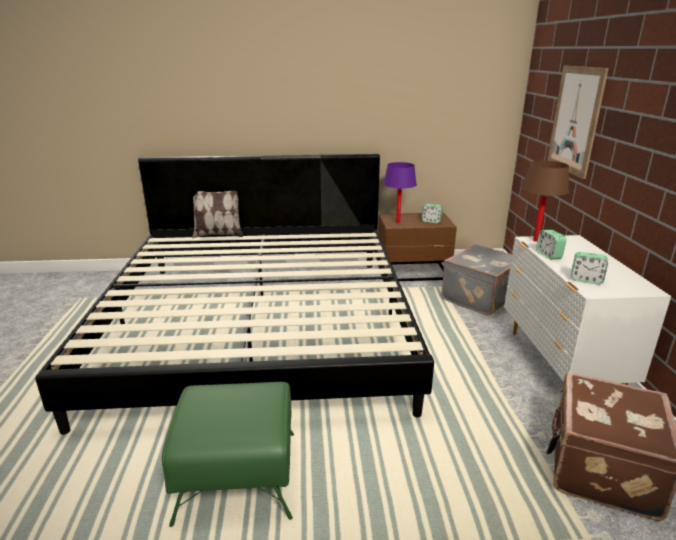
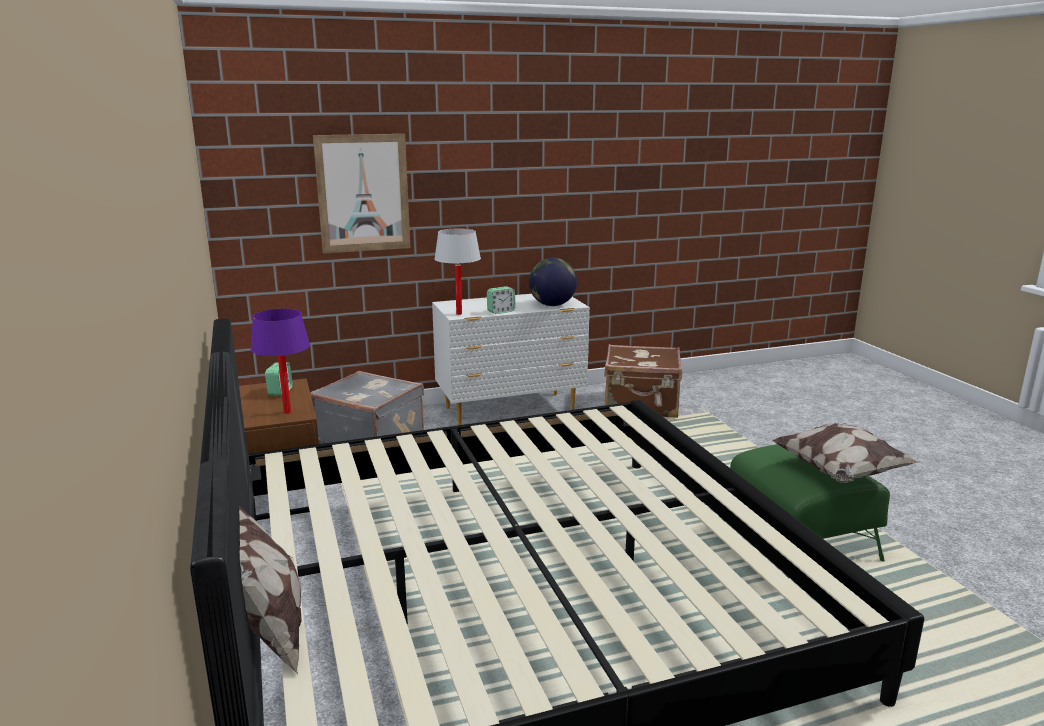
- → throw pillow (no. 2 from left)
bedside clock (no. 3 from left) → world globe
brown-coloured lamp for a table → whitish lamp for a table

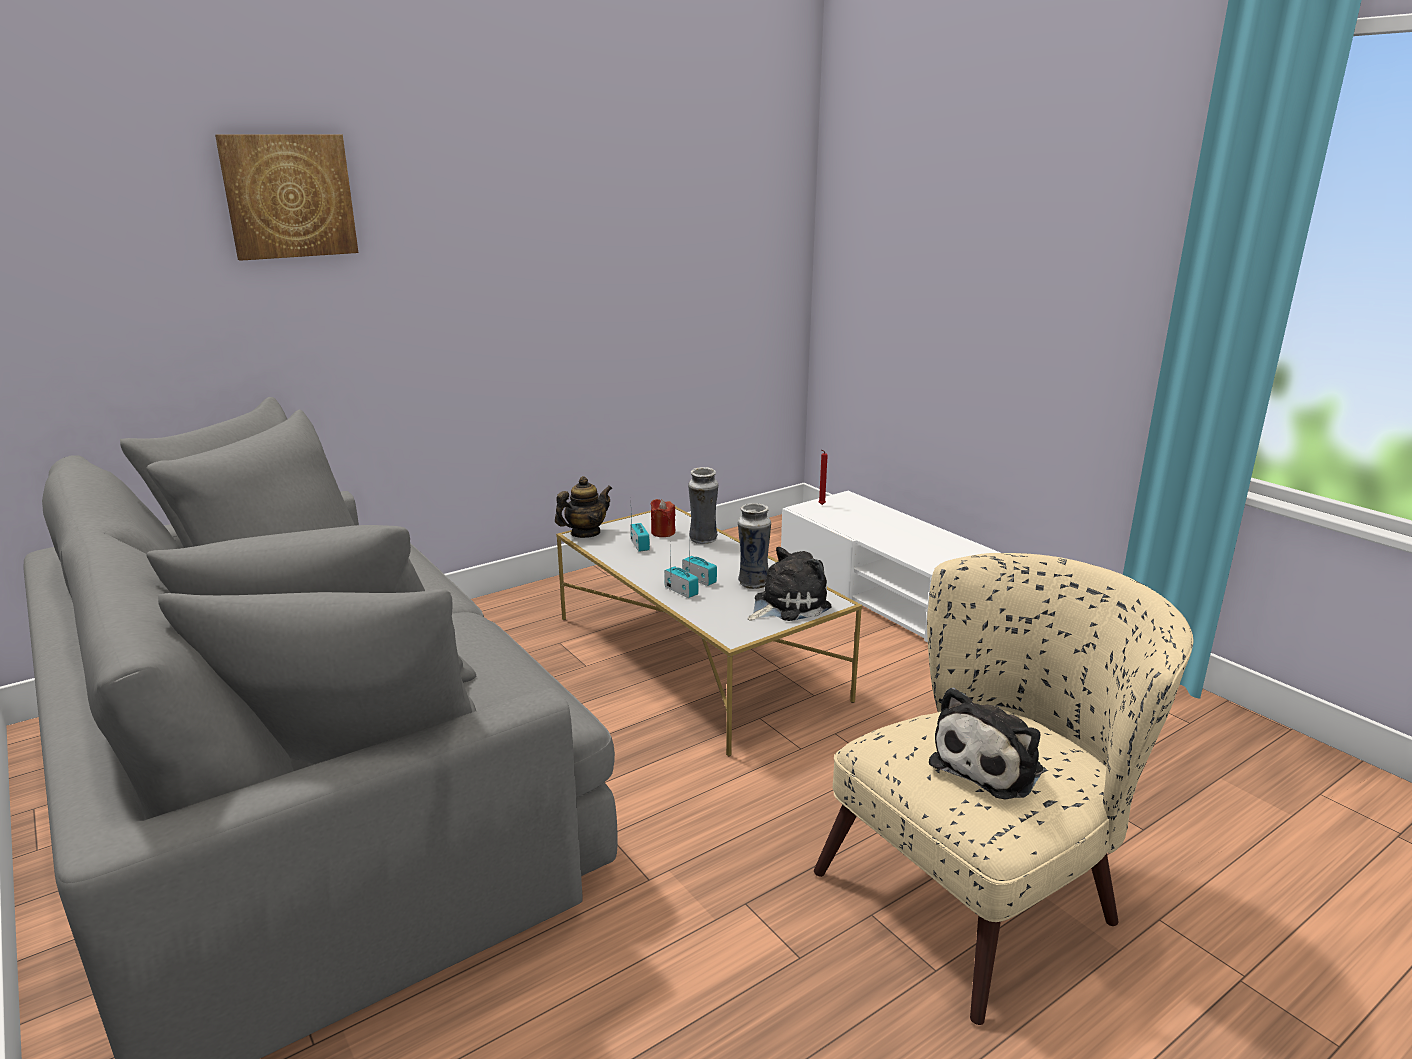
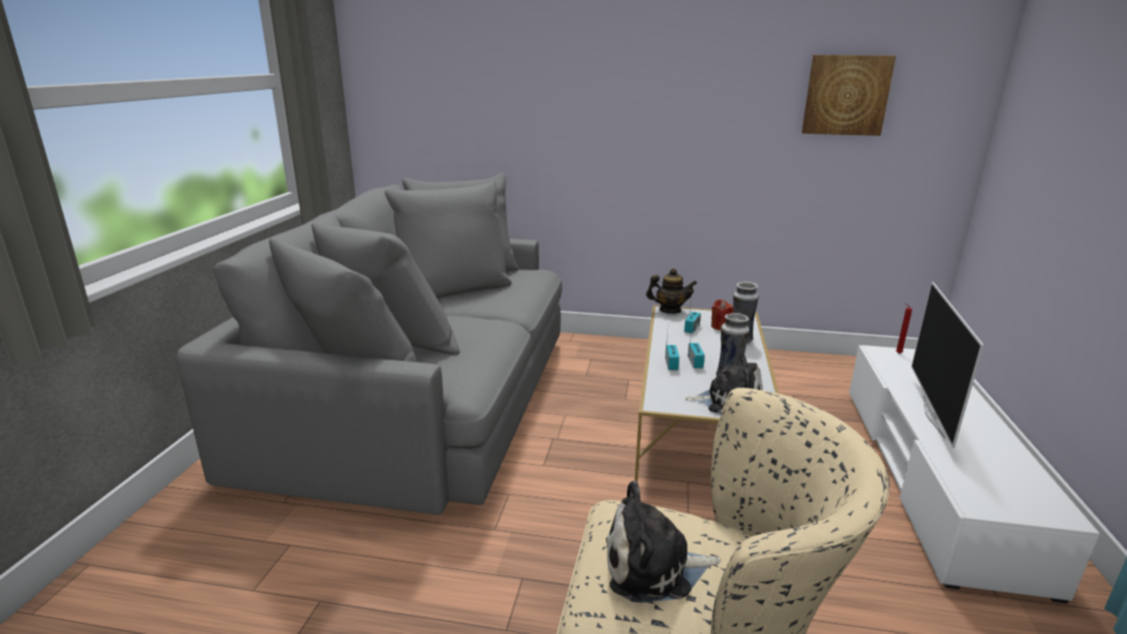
- → television
picture, shifted

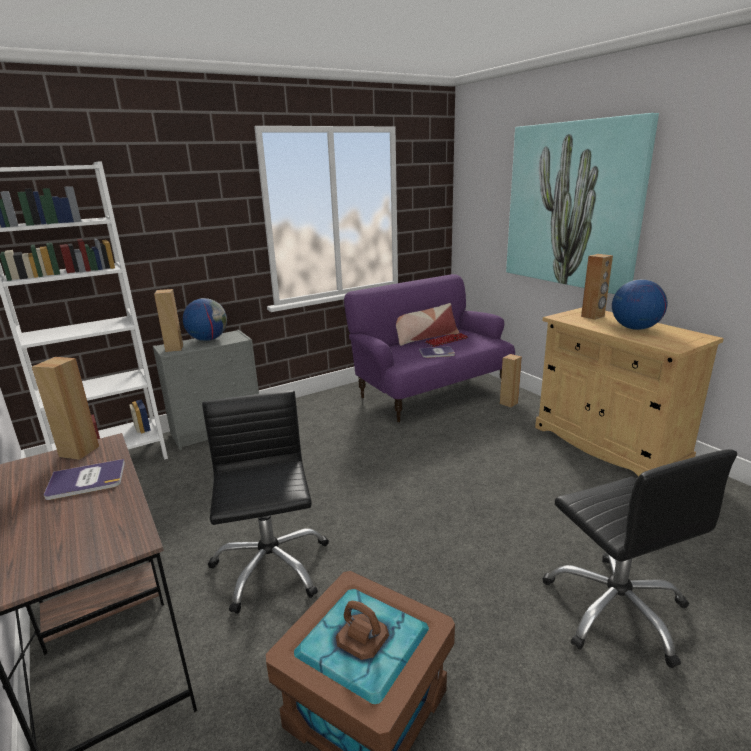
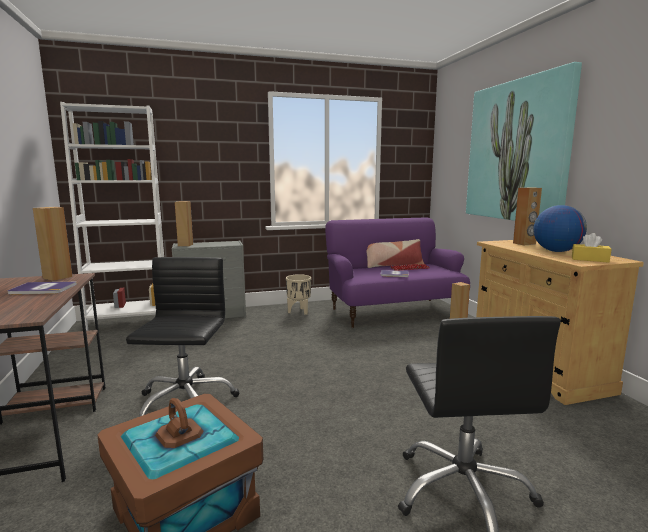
world globe (no. 1 from left) → -
- → sand-coloured flower pot
- → yellow-coloured tissue holder

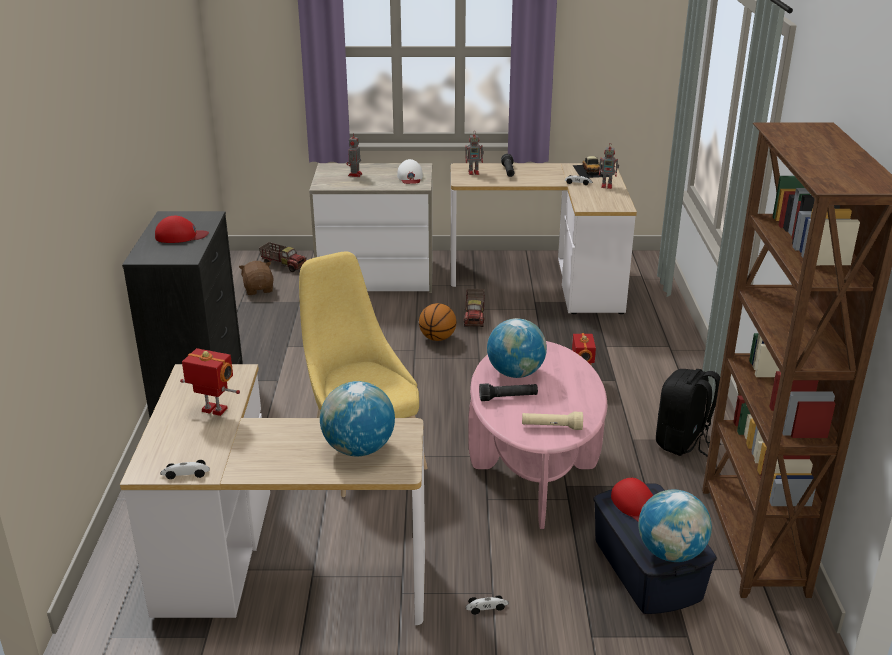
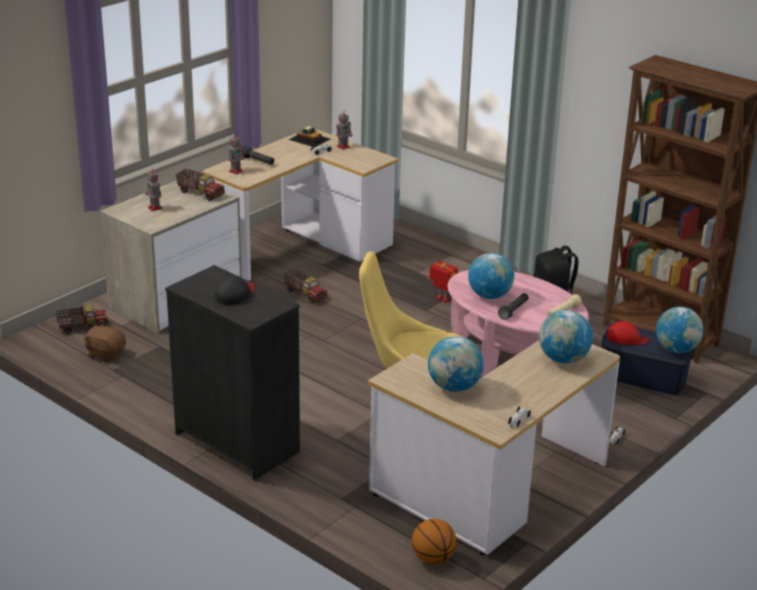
basketball ball, shifted
model robot (no. 1 from left) → world globe (no. 1 from left)
whitish peaked cap → model truck (no. 2 from left)
red-coloured peaked cap (no. 1 from left) → black peaked cap

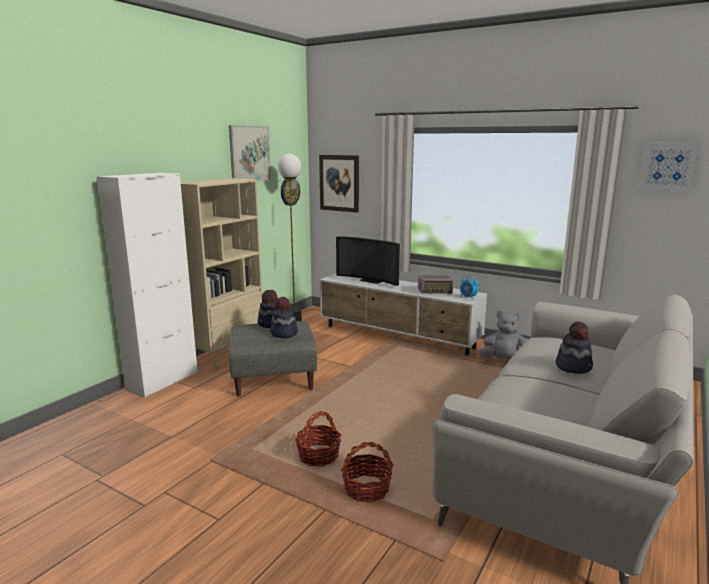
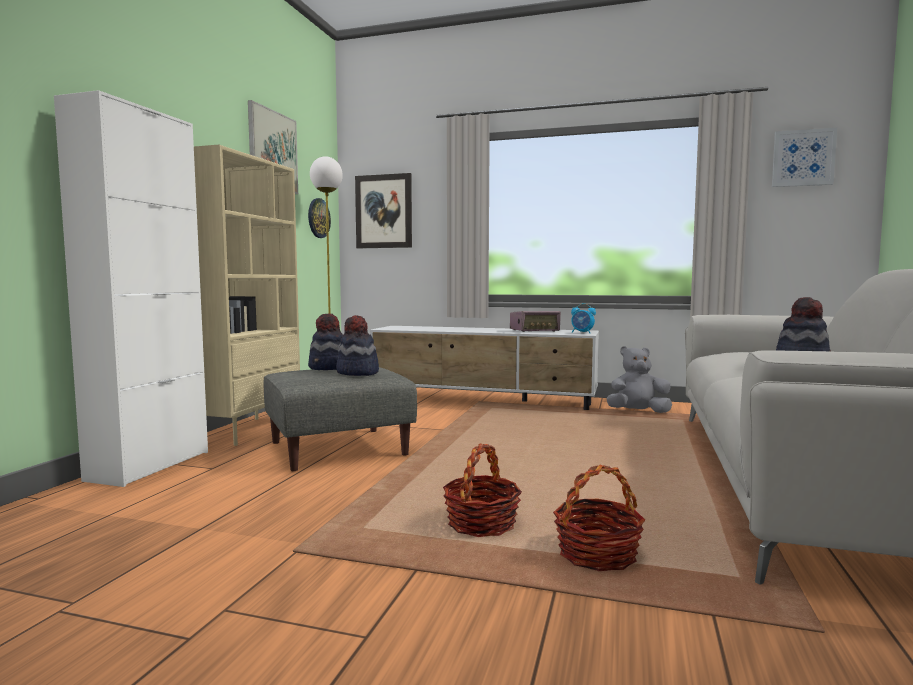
television → -

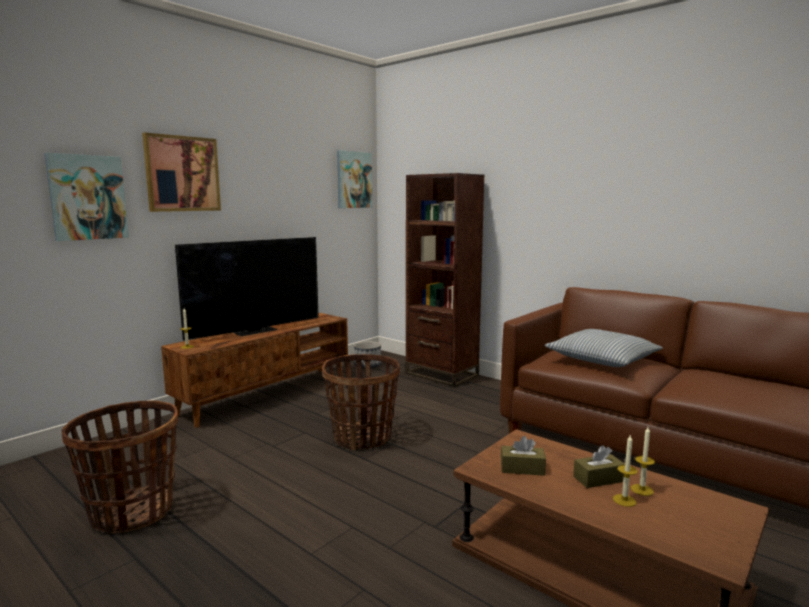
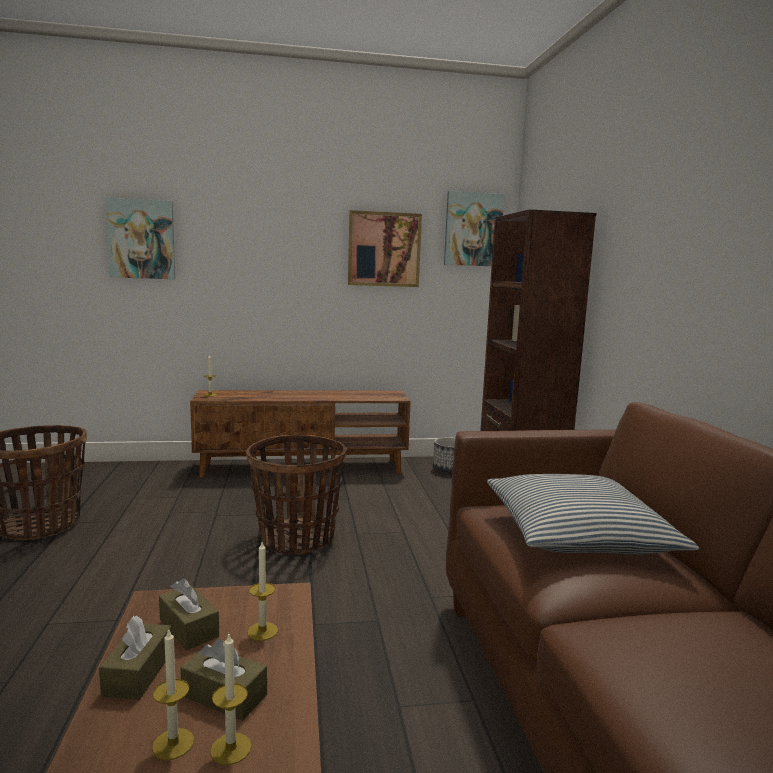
television → -
- → brown-coloured tissue holder (no. 1 from left)
- → candle (no. 4 from left)
picture (no. 2 from left), shifted

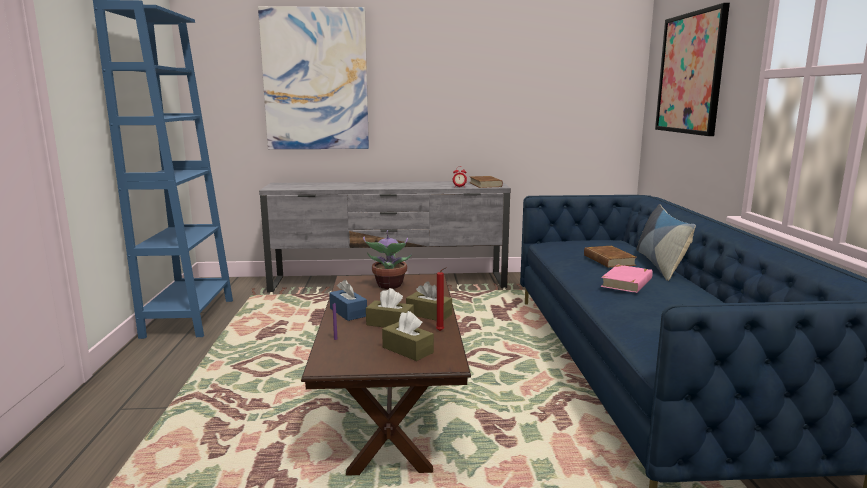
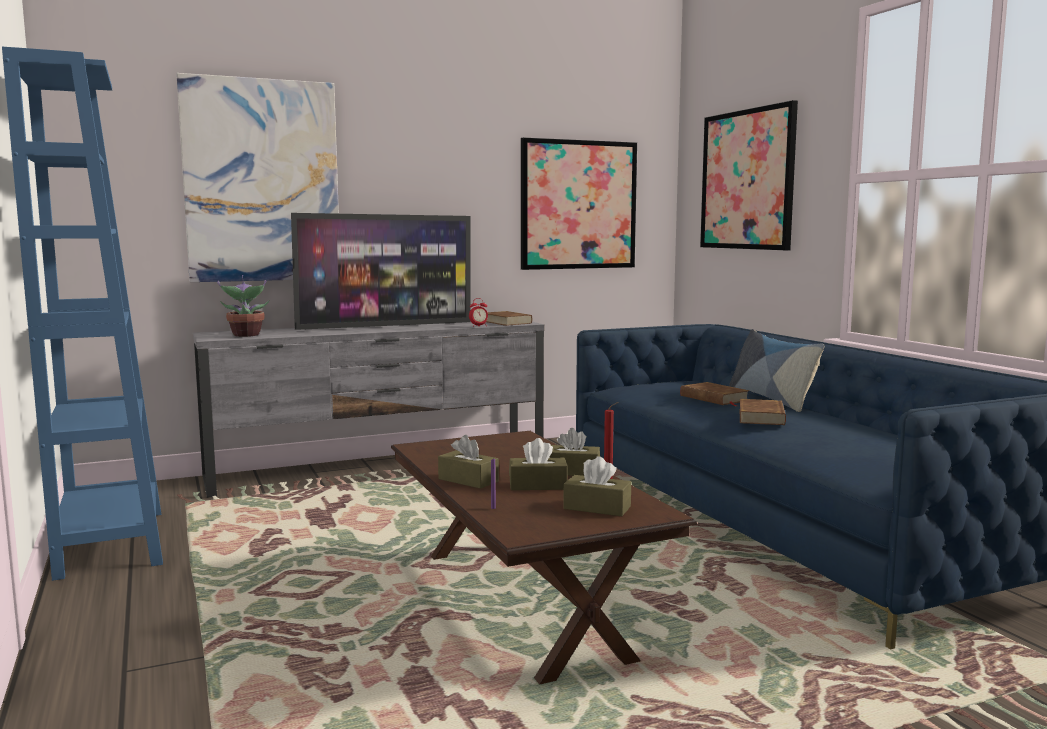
- → television
- → picture (no. 2 from left)
potted plant, shifted
blue tissue holder → brown-coloured tissue holder (no. 1 from left)
pinkish bound book → brown-coloured bound book (no. 3 from left)

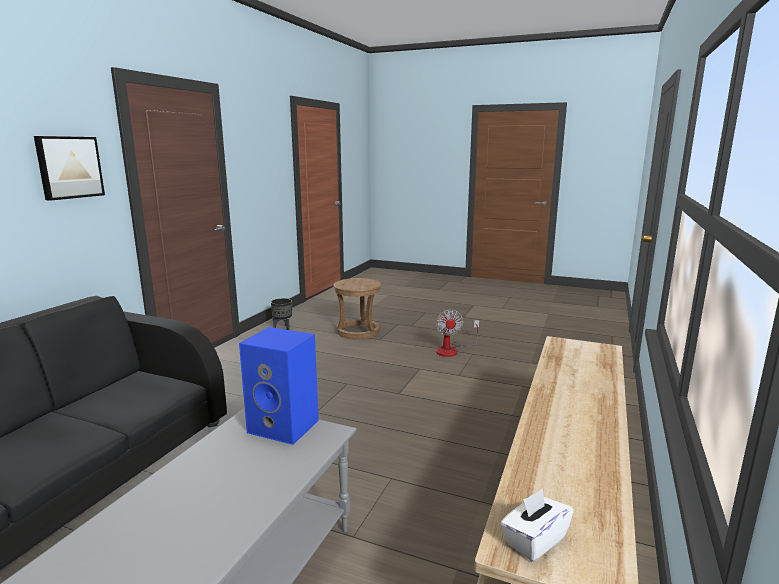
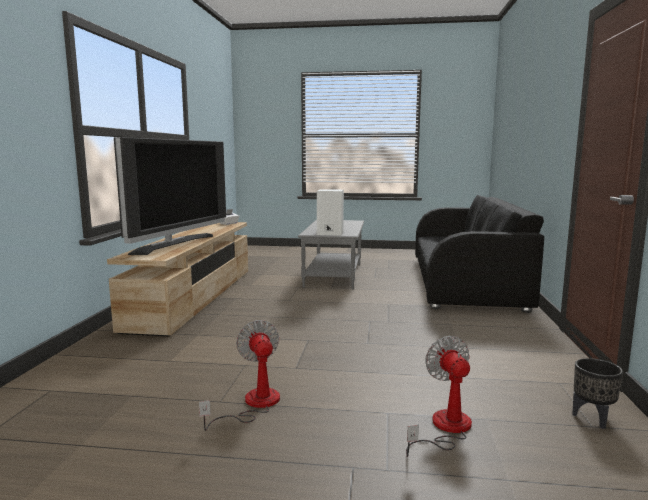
picture → -
- → television
brown-coloured stool seat → electric fan (no. 2 from left)
blue audio speaker → whitish audio speaker

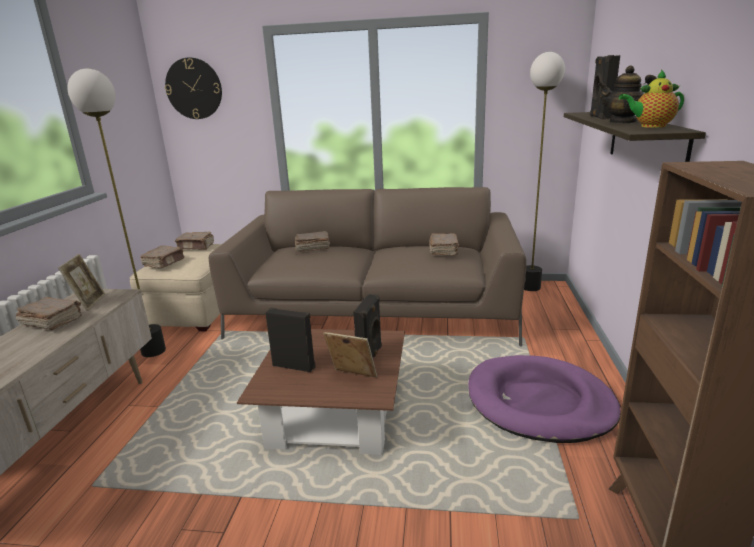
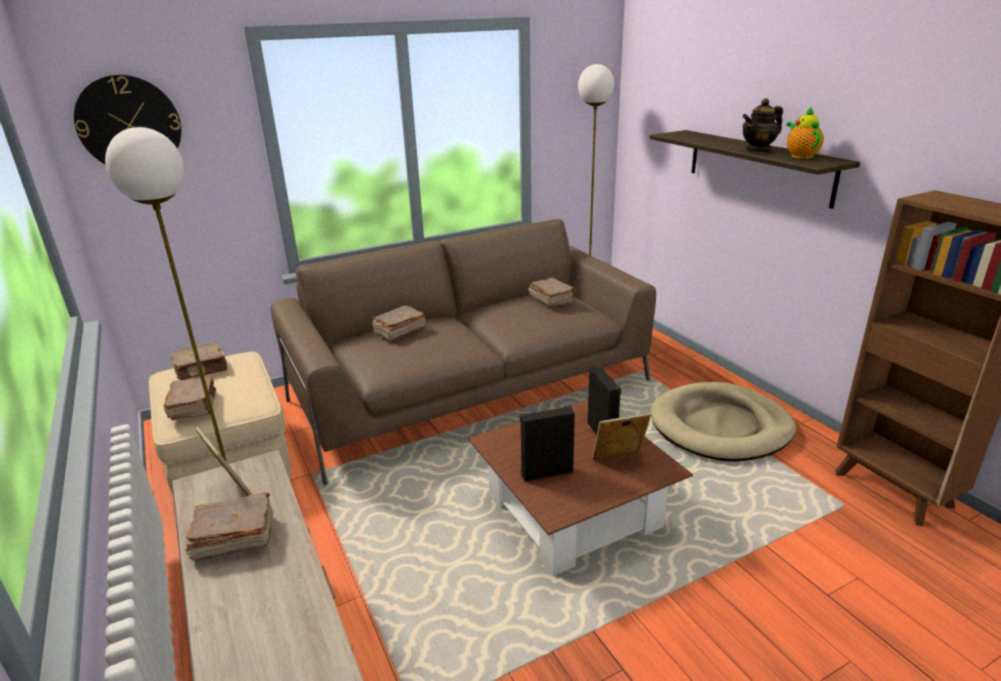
black audio speaker (no. 3 from left) → -
purple-coloured pet bed → sand-coloured pet bed
pot for tea (no. 2 from left), 120 degrees clockwise

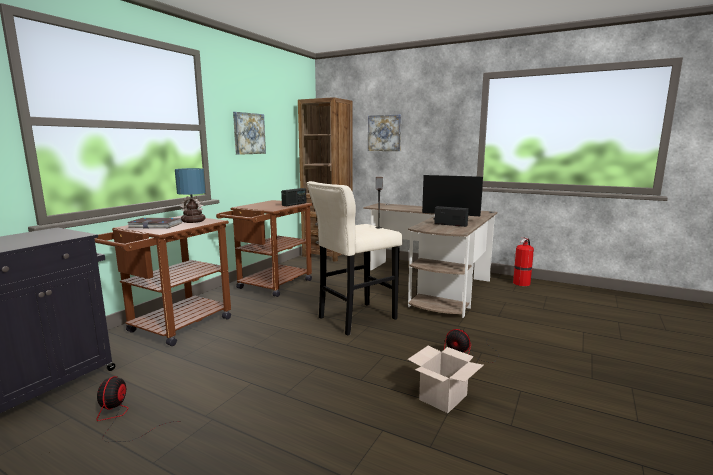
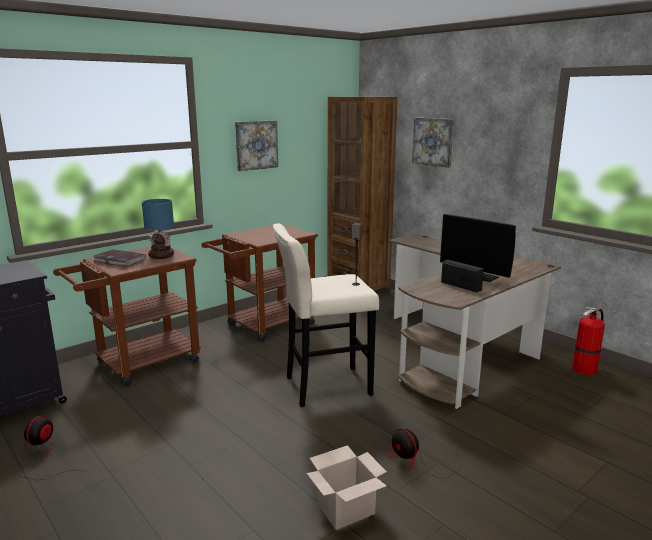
radio set (no. 1 from left) → -

